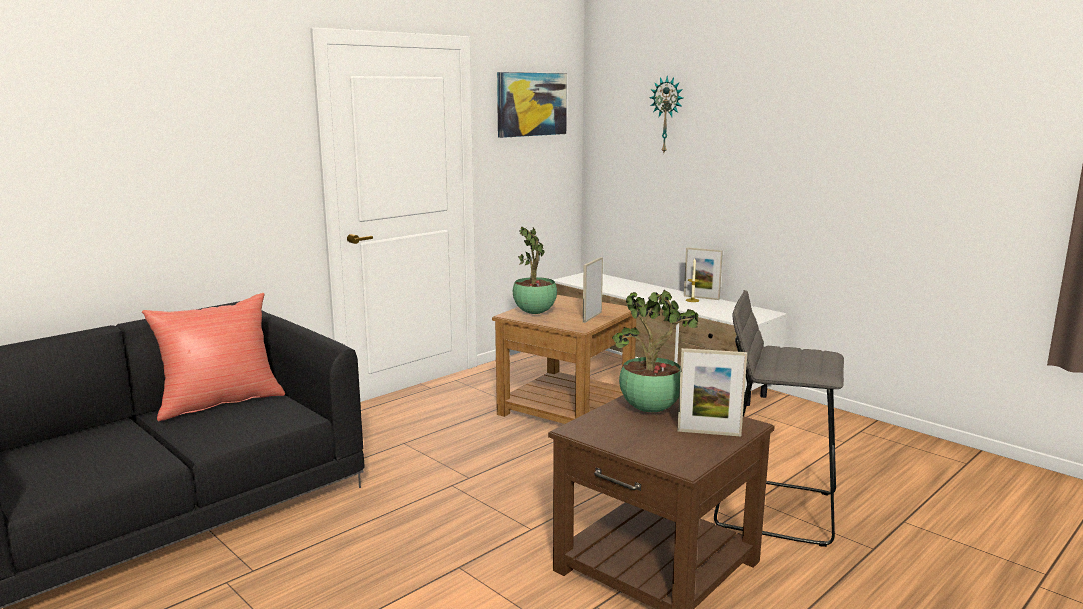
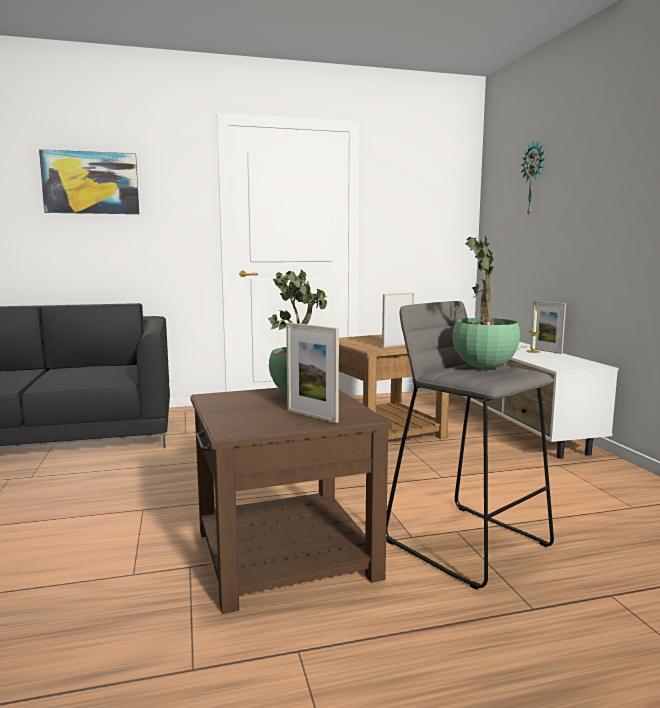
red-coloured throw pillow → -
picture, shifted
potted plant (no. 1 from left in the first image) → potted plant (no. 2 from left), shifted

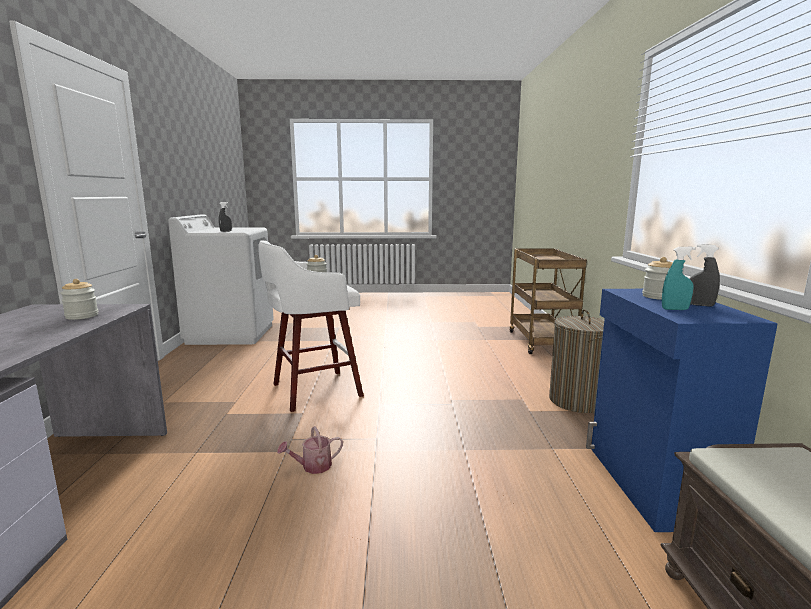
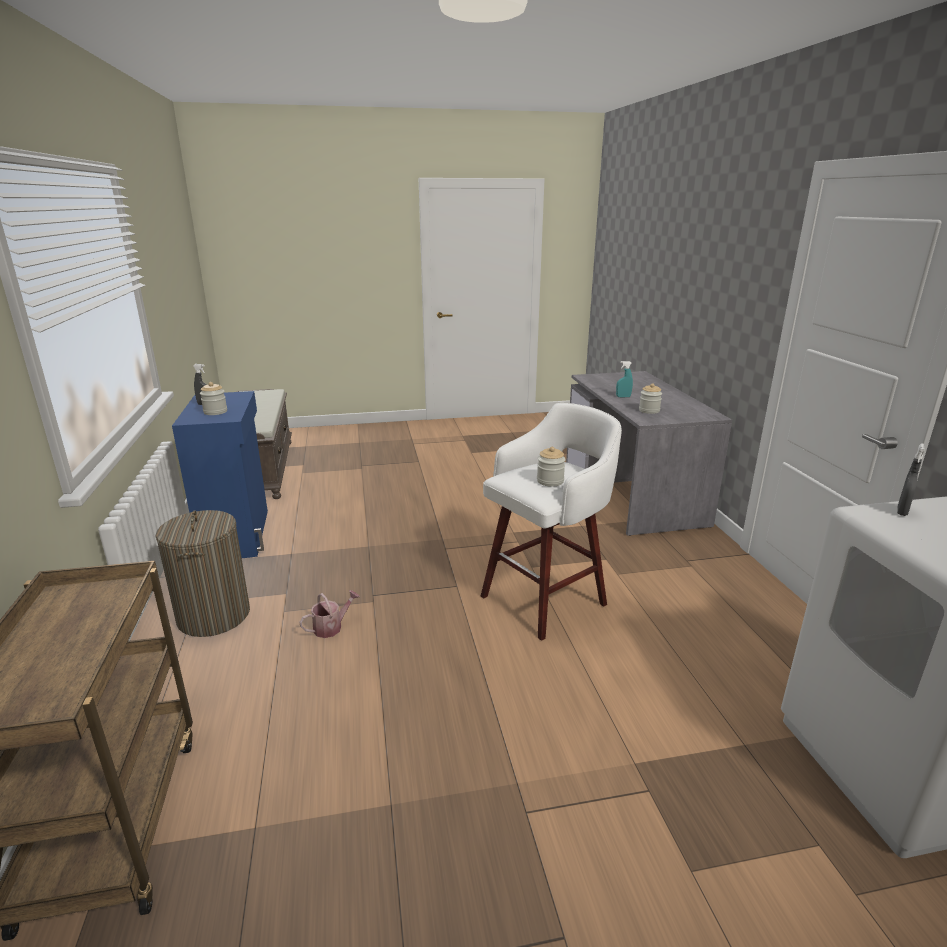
sprinkling can, shifted
blue-green sprayer, shifted

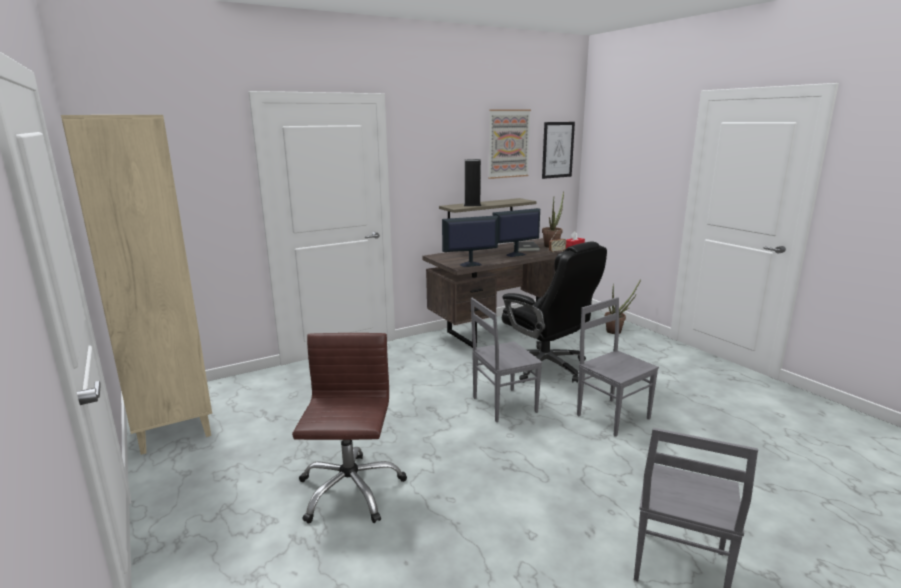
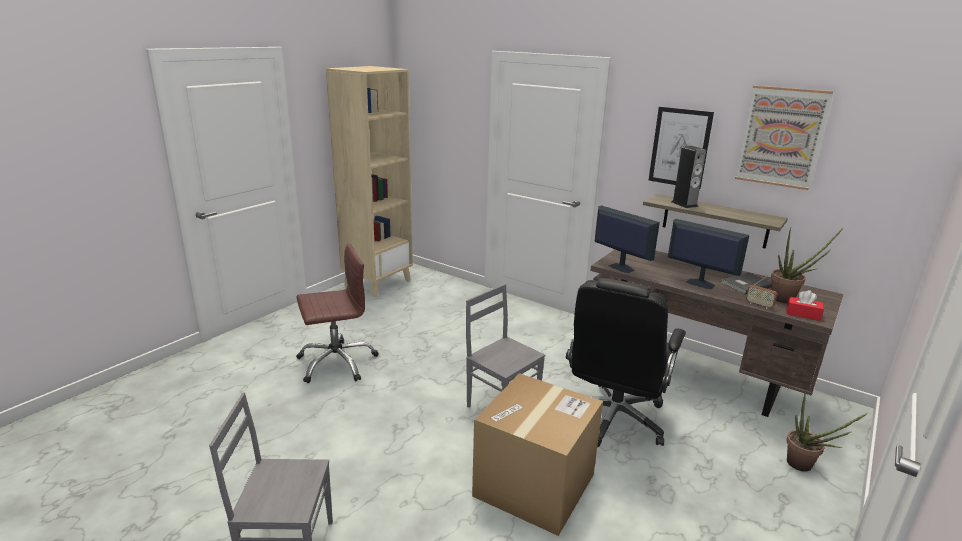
picture (no. 2 from left in the first image) → picture (no. 1 from left), shifted
gray upright chair (no. 2 from left) → carton

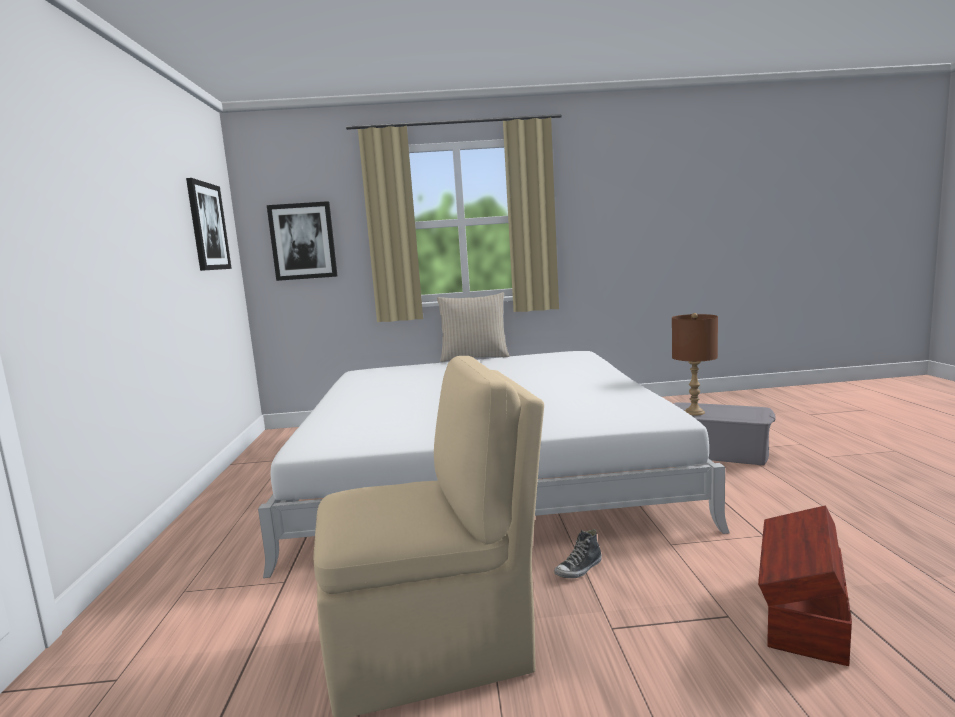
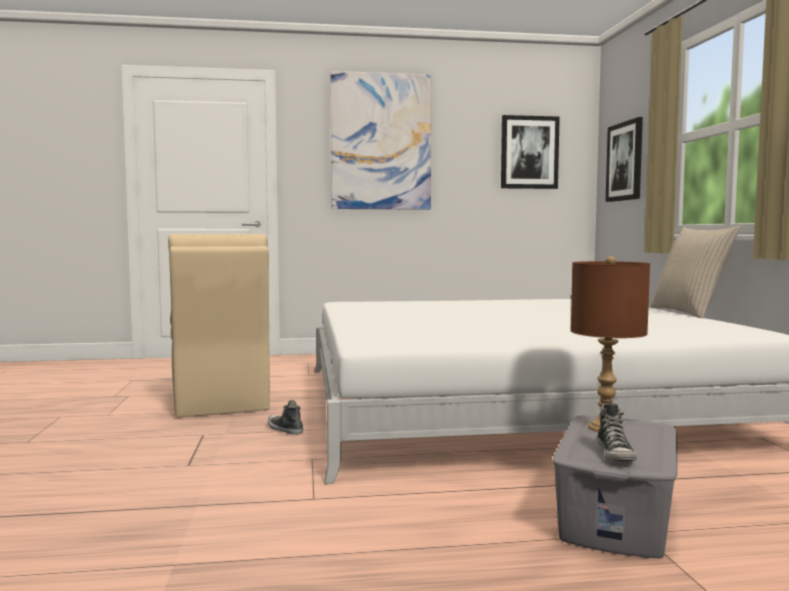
brown-coloured storage bin → -
- → picture (no. 1 from left)
- → low shoe (no. 2 from left)

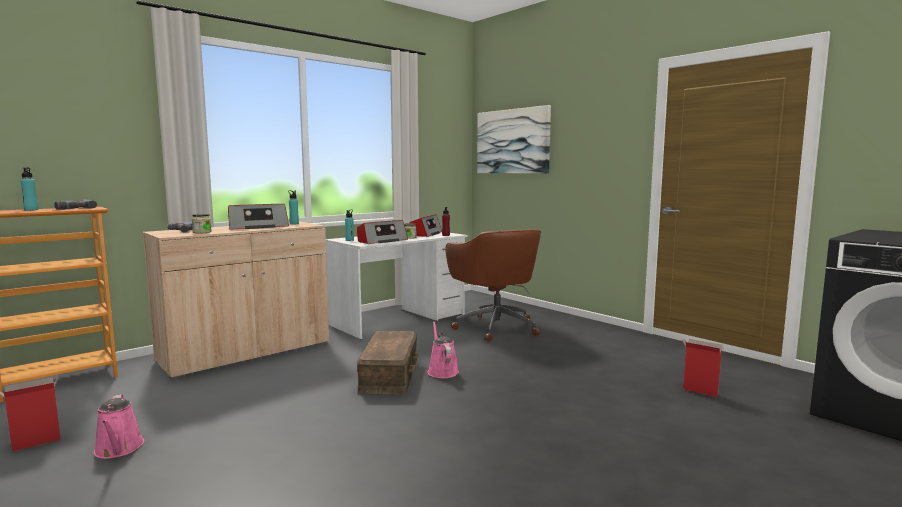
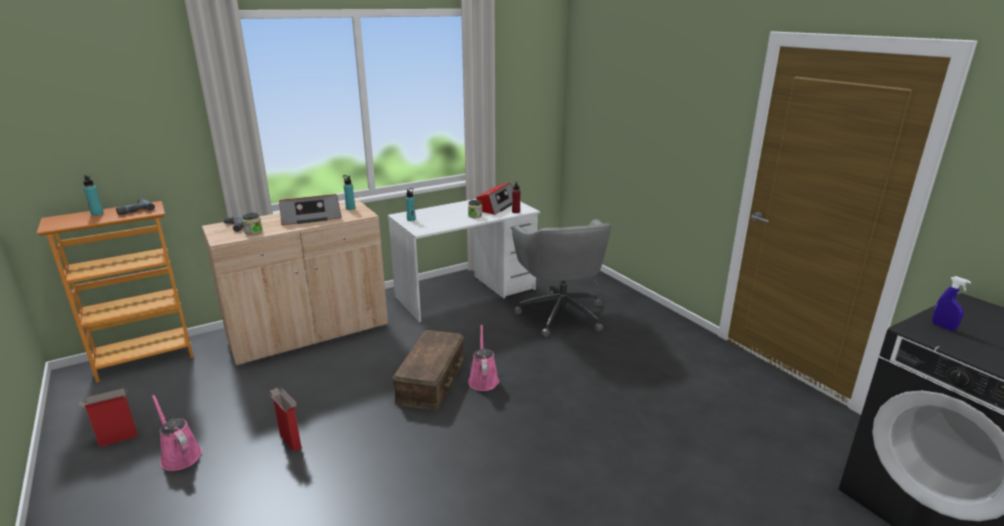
radio set (no. 2 from left) → -
picture → -
- → blue sprayer
carton (no. 2 from left), shifted
brown-coloured desk chair → gray desk chair
pinkish sprinkling can (no. 1 from left), 150 degrees clockwise

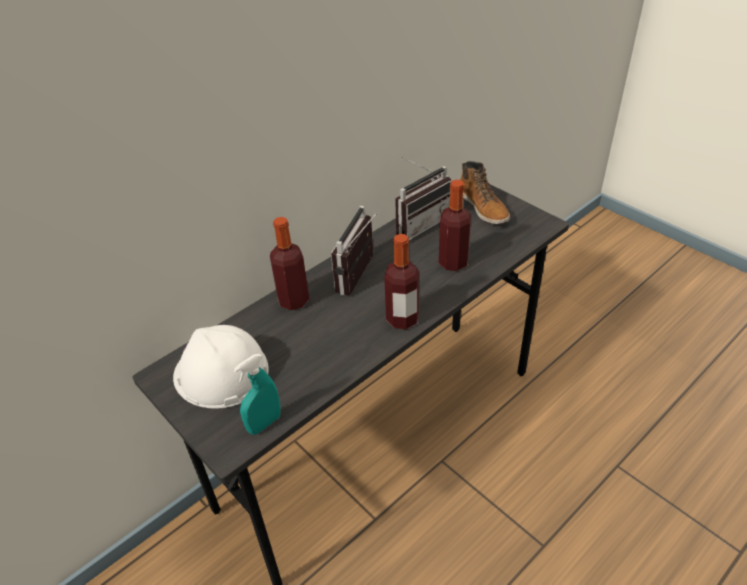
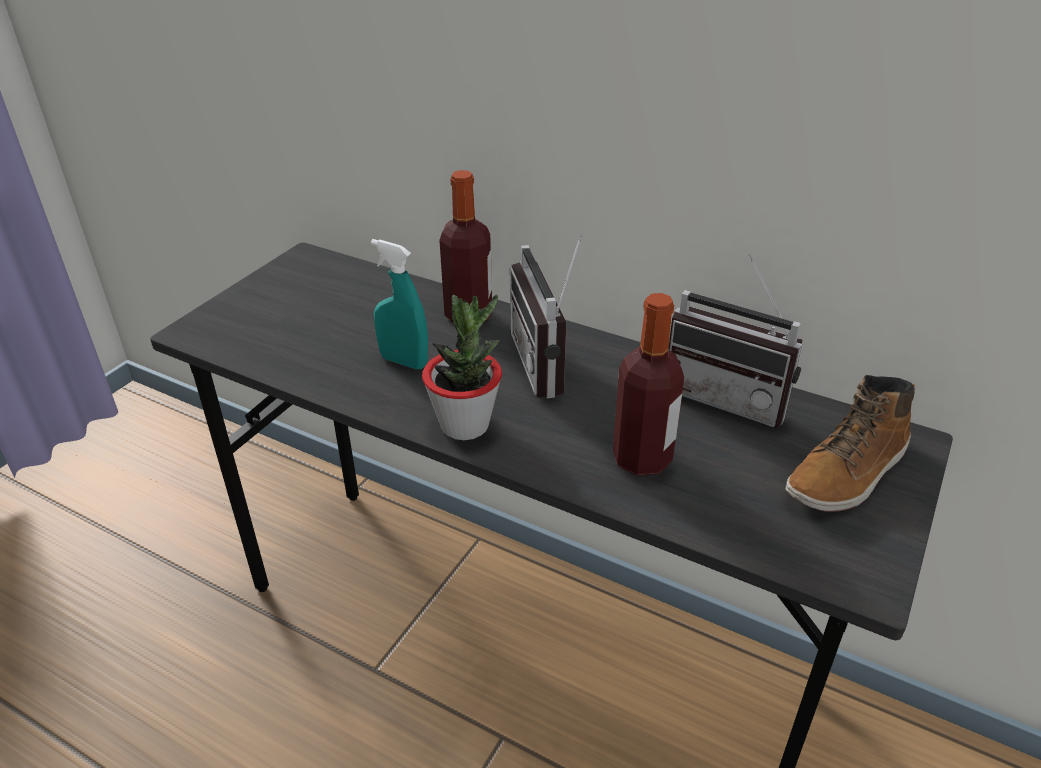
whitish work helmet → -
blue-green sprayer, shifted
bottle (no. 2 from left) → potted plant
radio set (no. 1 from left), 105 degrees counterclockwise

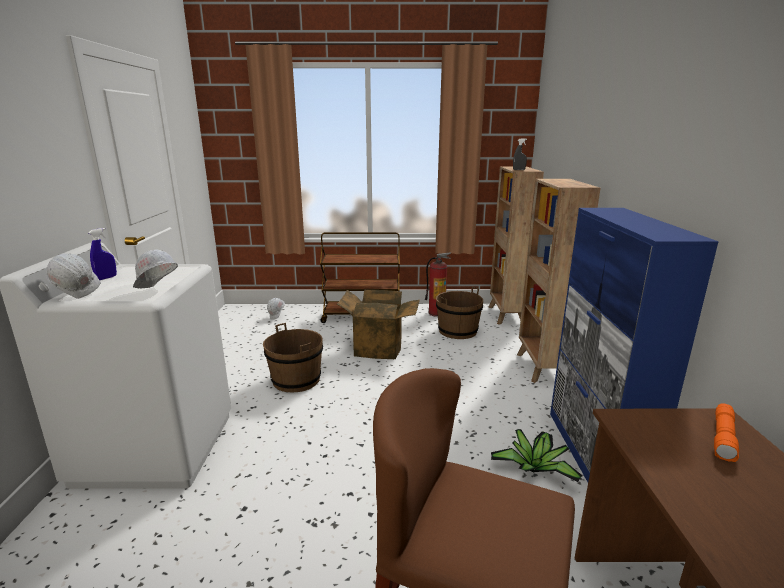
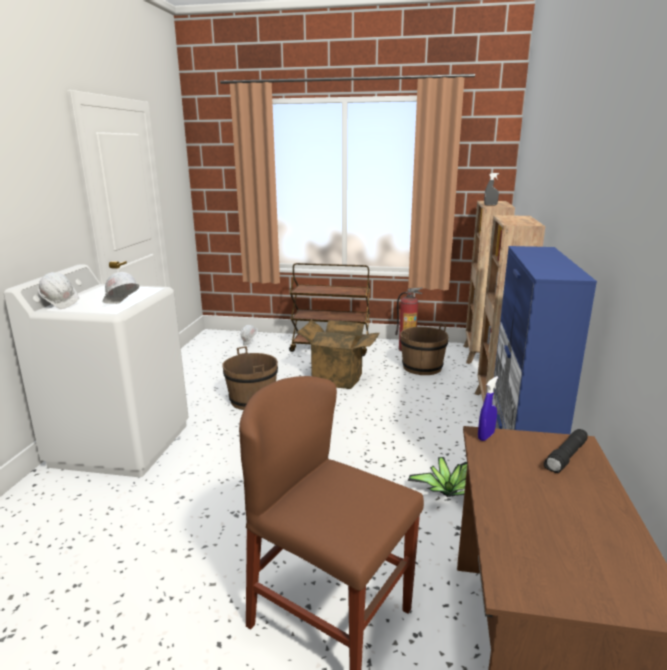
blue sprayer, shifted
orangey flashlight → black flashlight

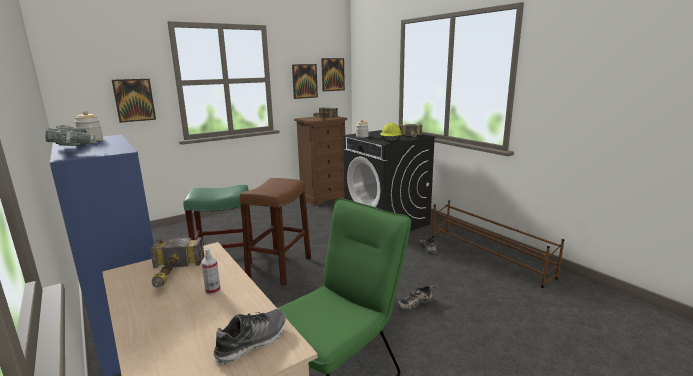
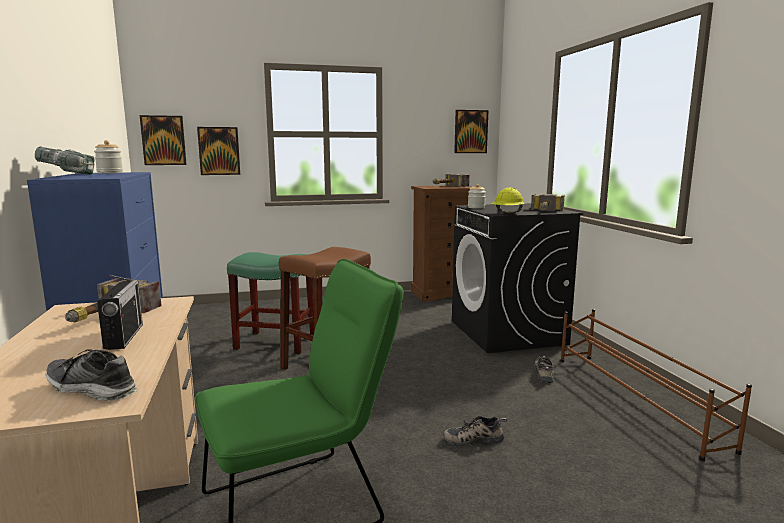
picture (no. 2 from left in the first image) → picture (no. 1 from left), shifted
sprayer → radio set
low shoe (no. 1 from left), 135 degrees counterclockwise

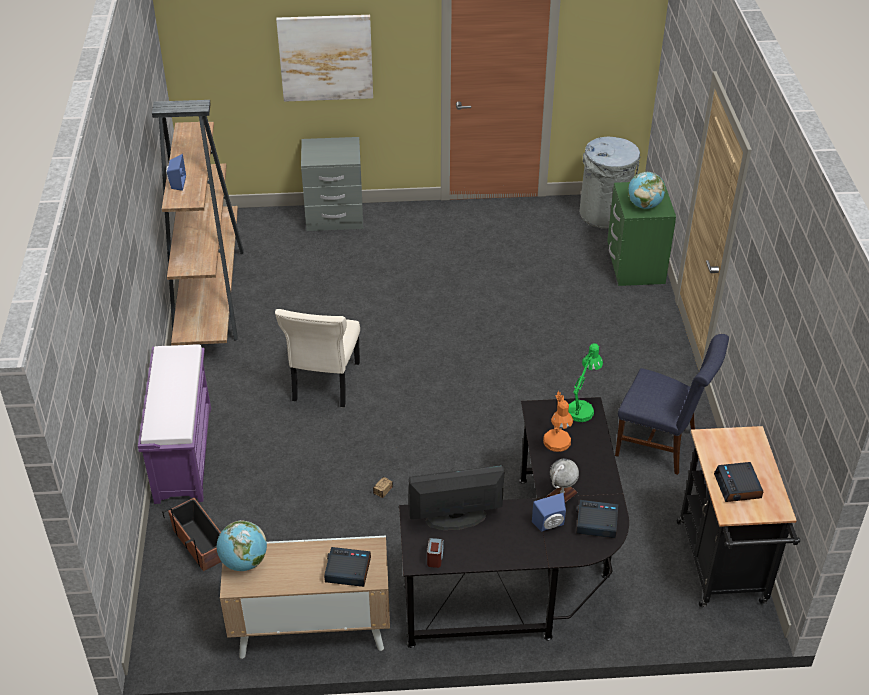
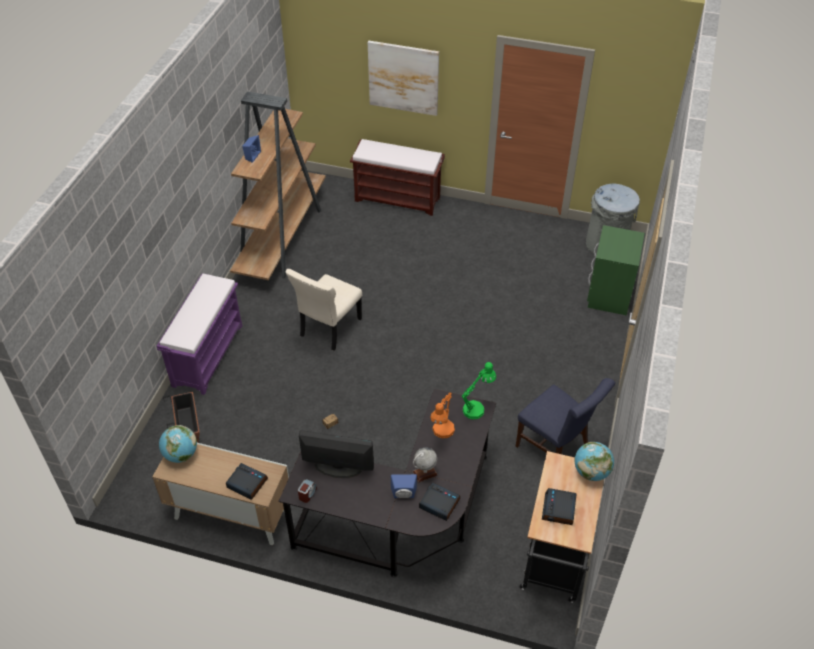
world globe (no. 3 from left), shifted
gray bedside table → brown-coloured indoor bench

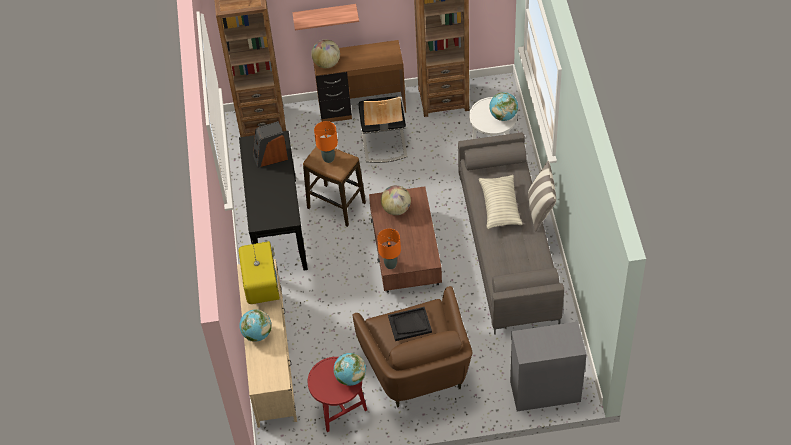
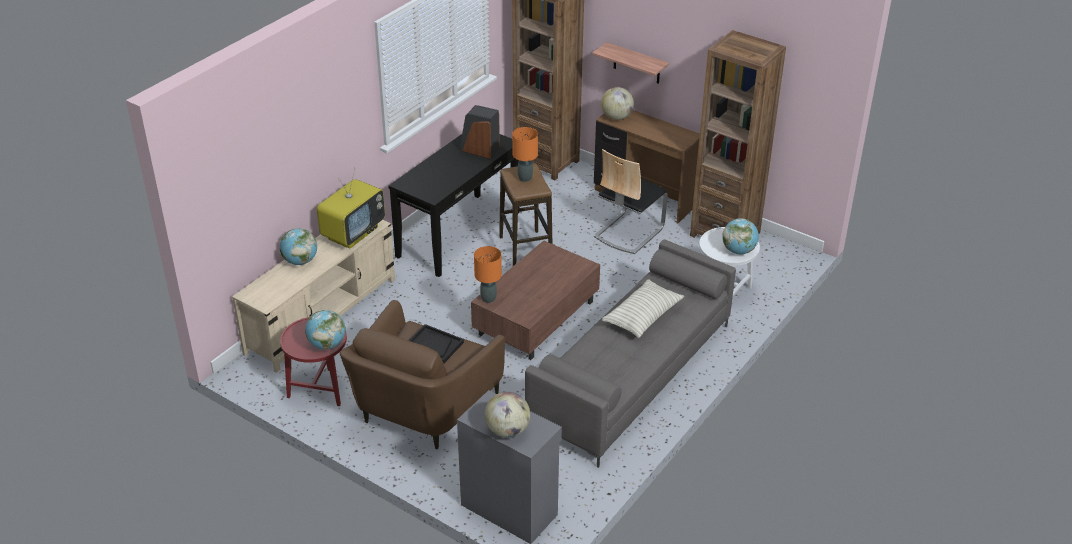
throw pillow (no. 2 from left) → -
world globe (no. 4 from left in the first image) → world globe (no. 3 from left), shifted

